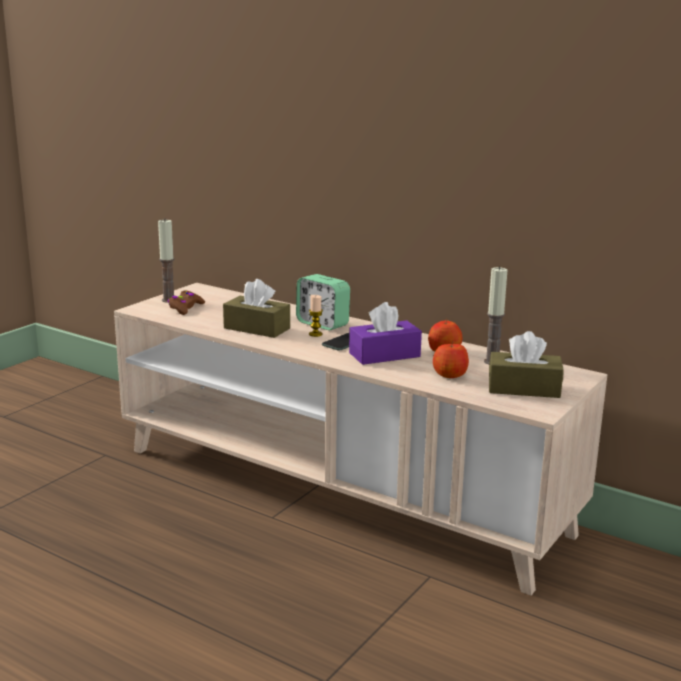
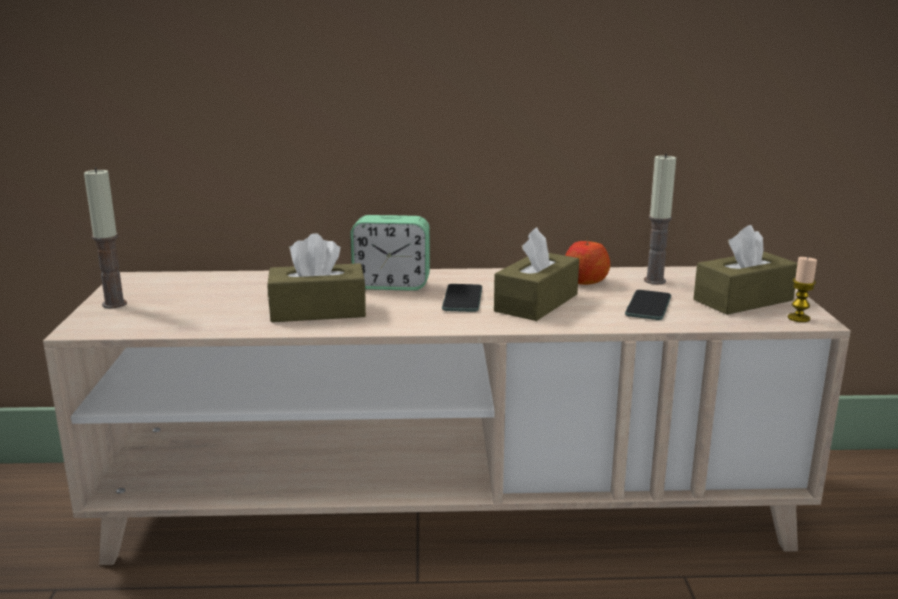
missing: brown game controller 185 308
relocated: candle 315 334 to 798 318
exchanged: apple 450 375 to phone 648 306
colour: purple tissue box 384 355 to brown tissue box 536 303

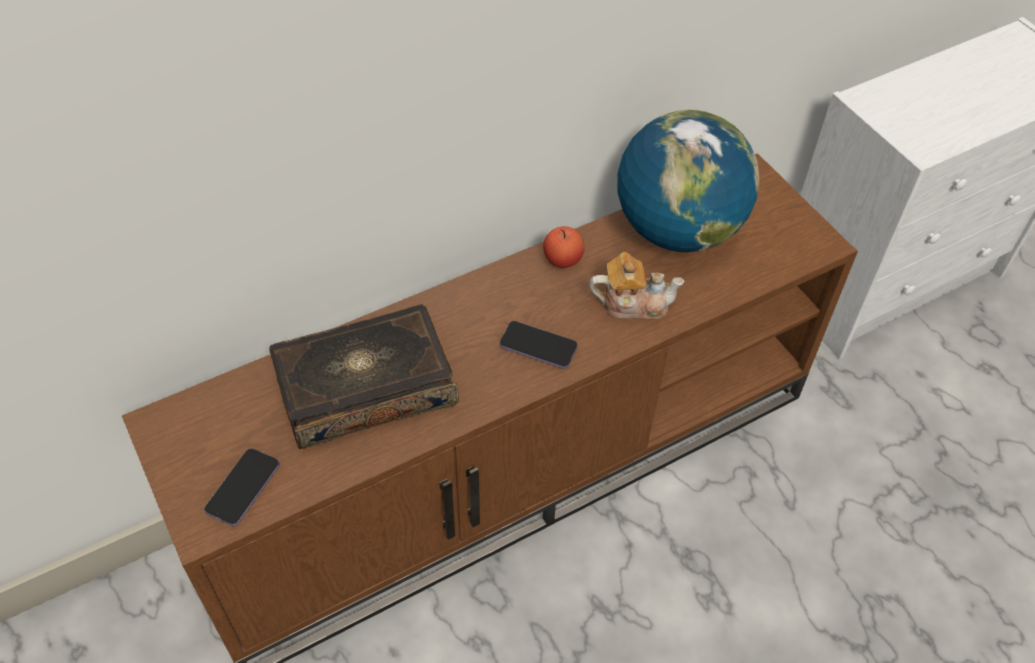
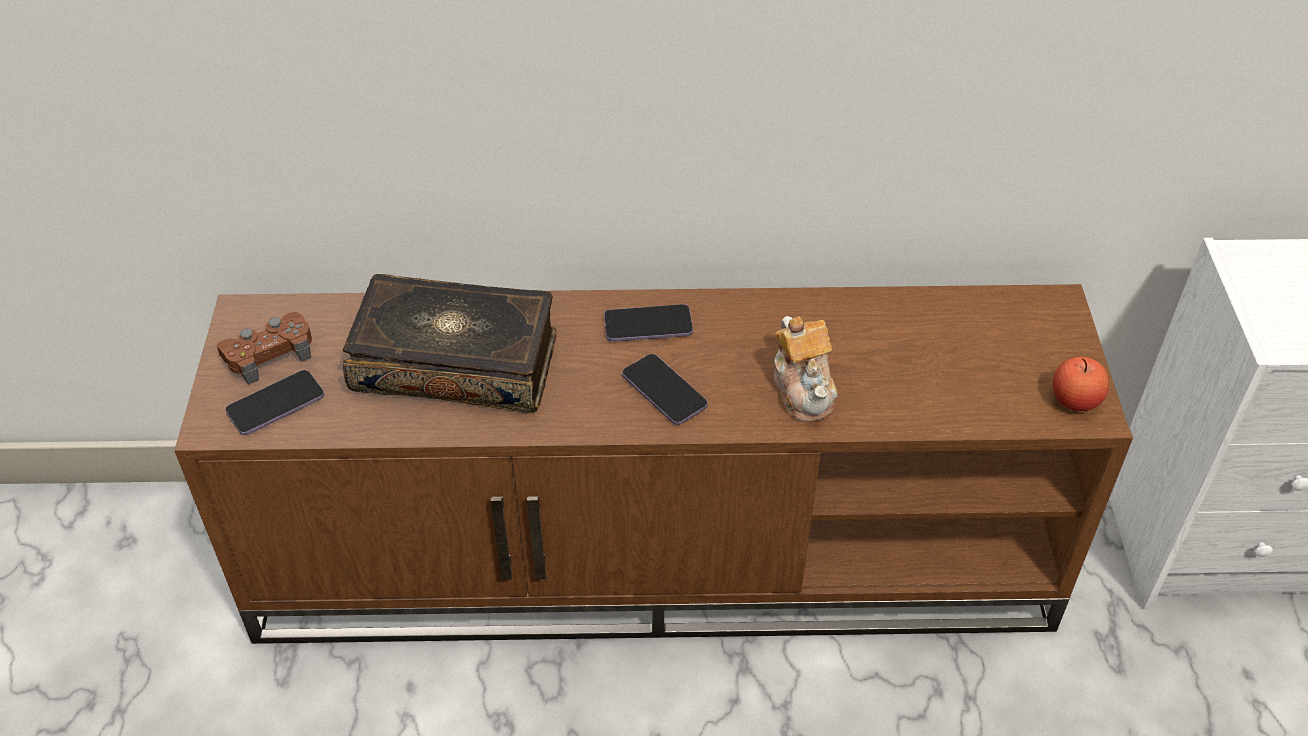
missing: globe 677 230
appeared: phone 648 325; brown game controller 269 353
relocated: apple 562 259 to 1075 400
spun: teapot 633 303 = 804 389 45 degrees clockwise

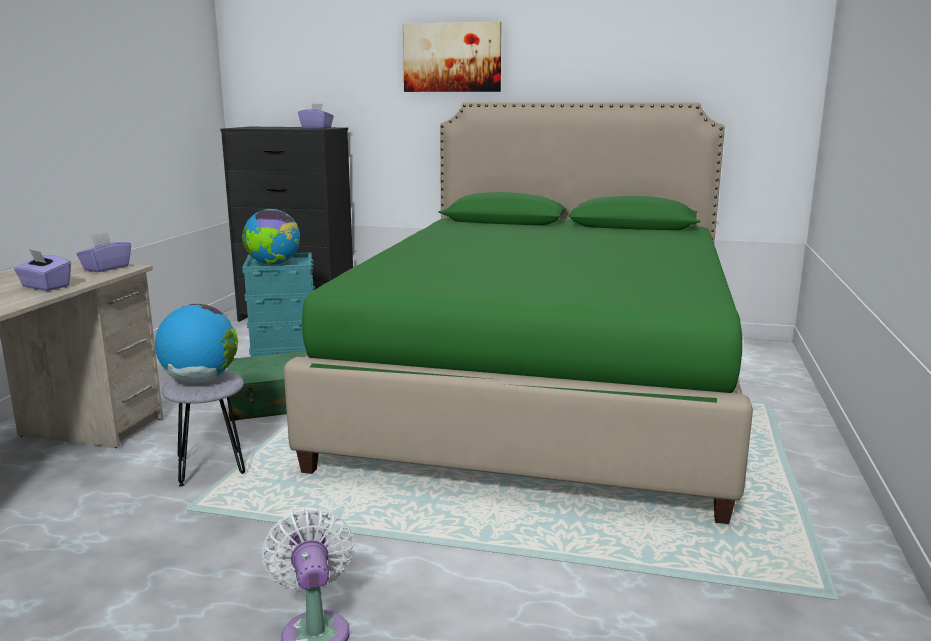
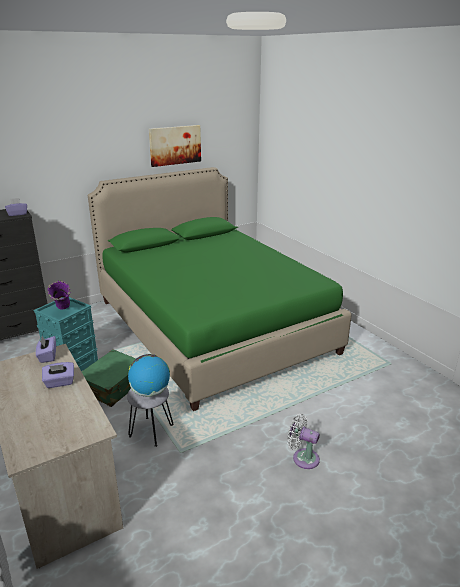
relocated: picture 452 57 to 175 145
exchanged: globe 273 265 to purple vase 63 312

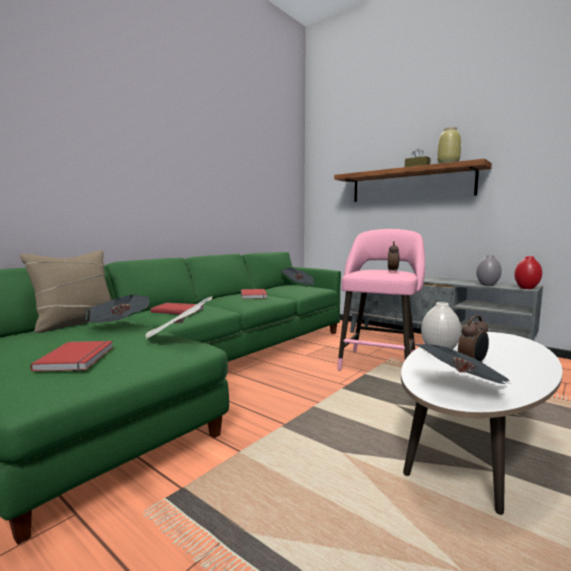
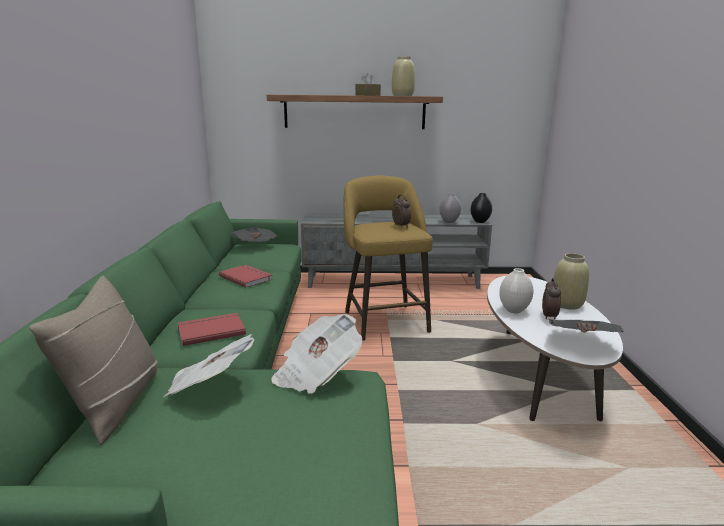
missing: red book 78 358
appeared: beige vase 566 304
colour: pink stool 379 363 to yellow stool 384 320; red vase 526 288 to black vase 479 221

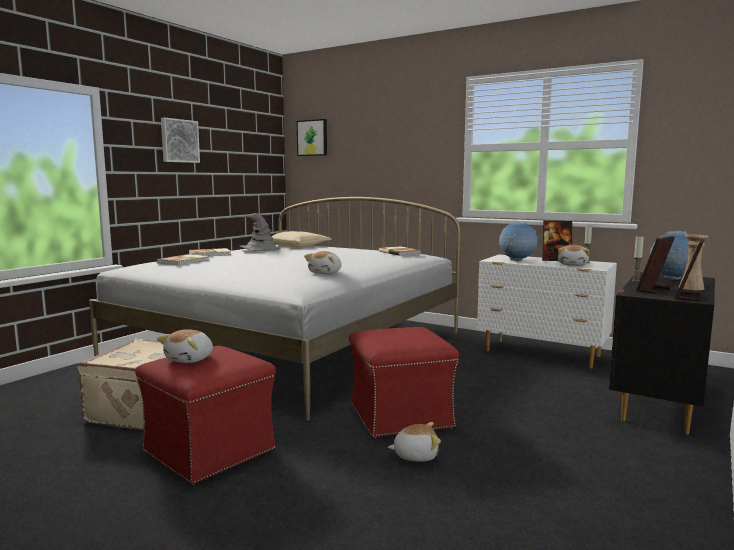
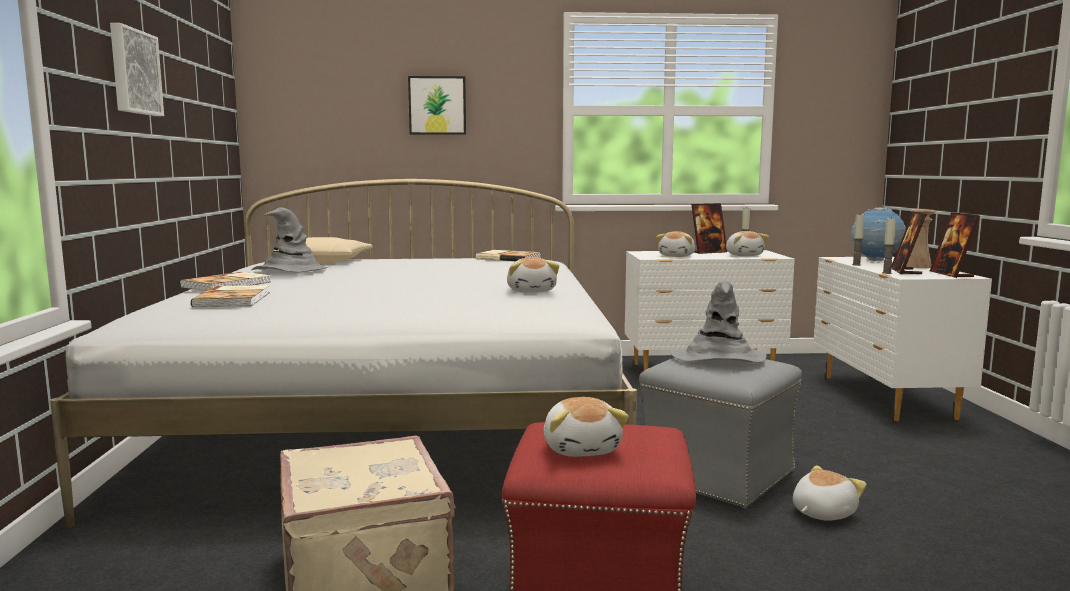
appeared: candle 887 273; grey hat 718 358
relocated: picture 312 138 to 437 105
exchanged: globe 517 261 to plush toy 677 256
colour: black dresser 658 403 to white dresser 885 397; red ottoman 399 416 to grey ottoman 716 475

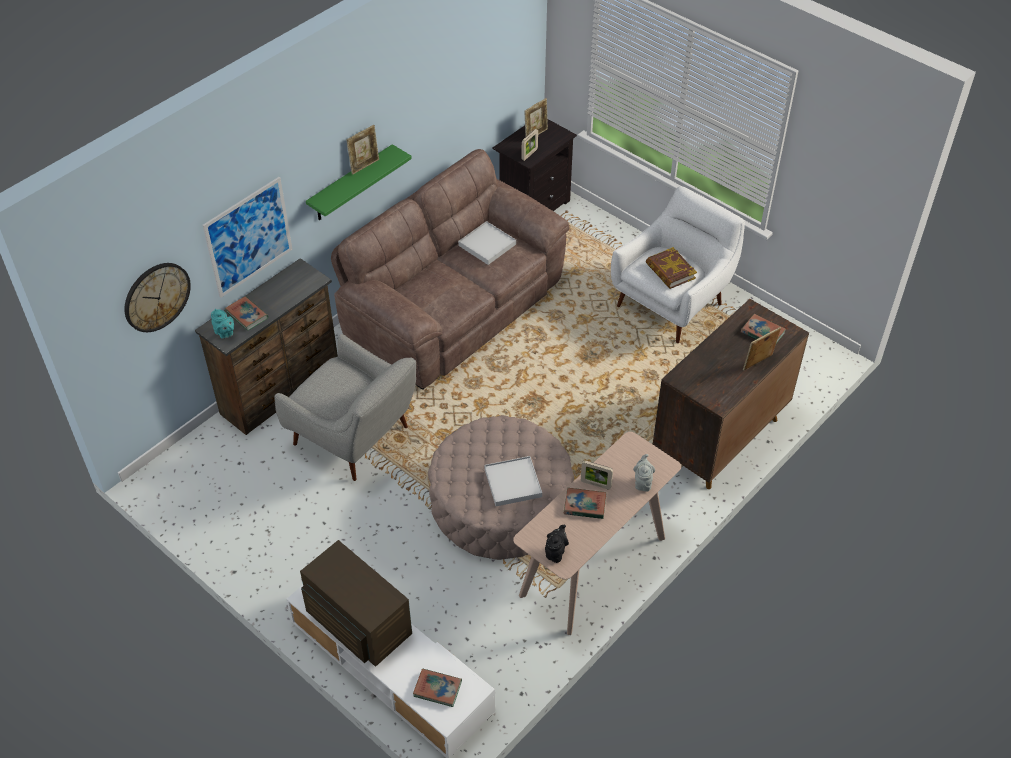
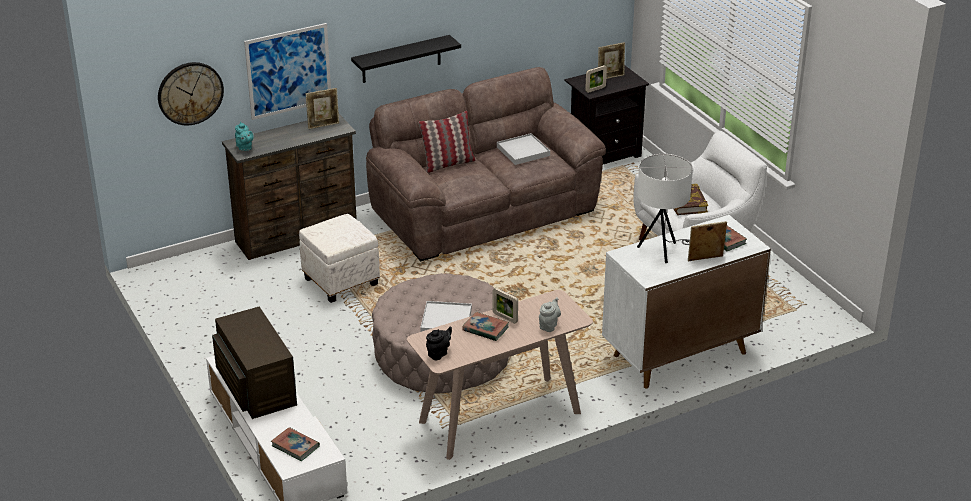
missing: book 247 315
appeared: pillow 447 164; white table lamp 661 251
relocated: picture frame 364 166 to 323 125
exchanged: grey armchair 355 438 to white ottoman 340 282
colour: green shelf 351 184 to black shelf 401 59; brown cabinet 719 439 to white cabinet 678 355

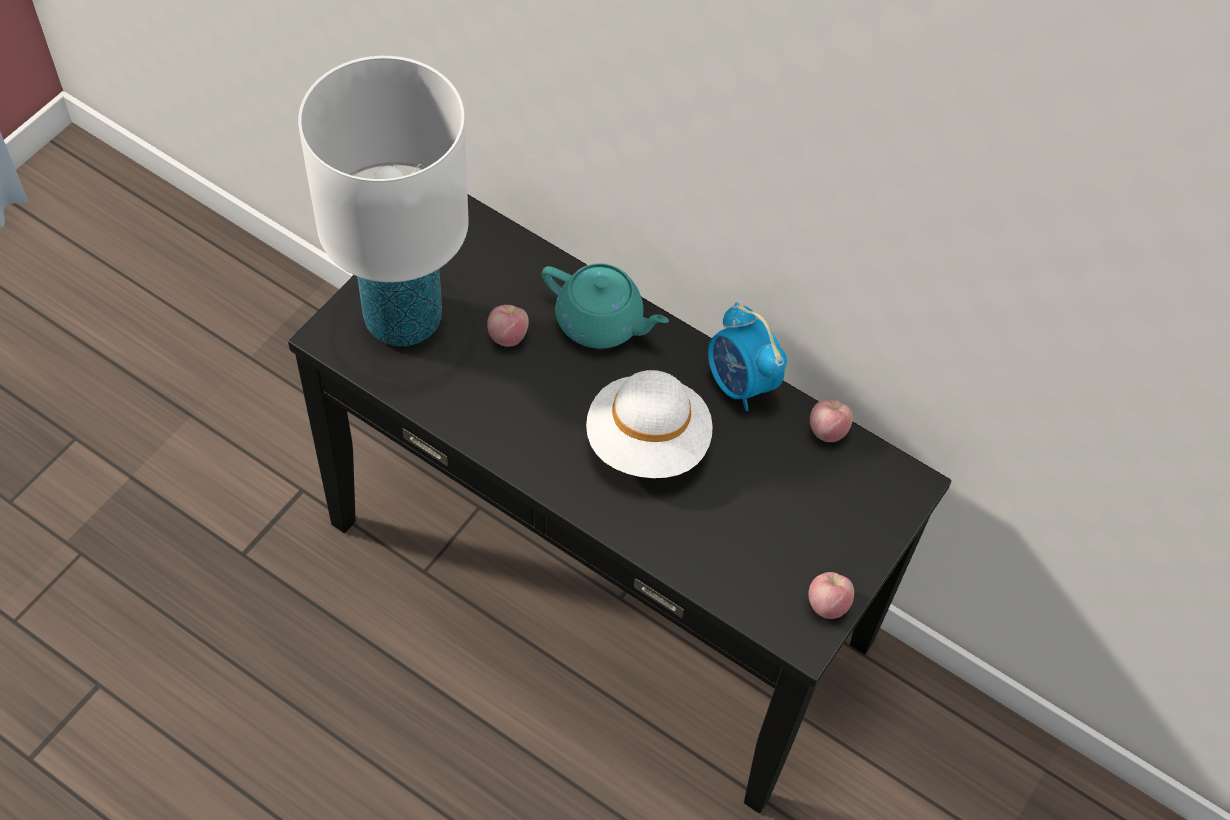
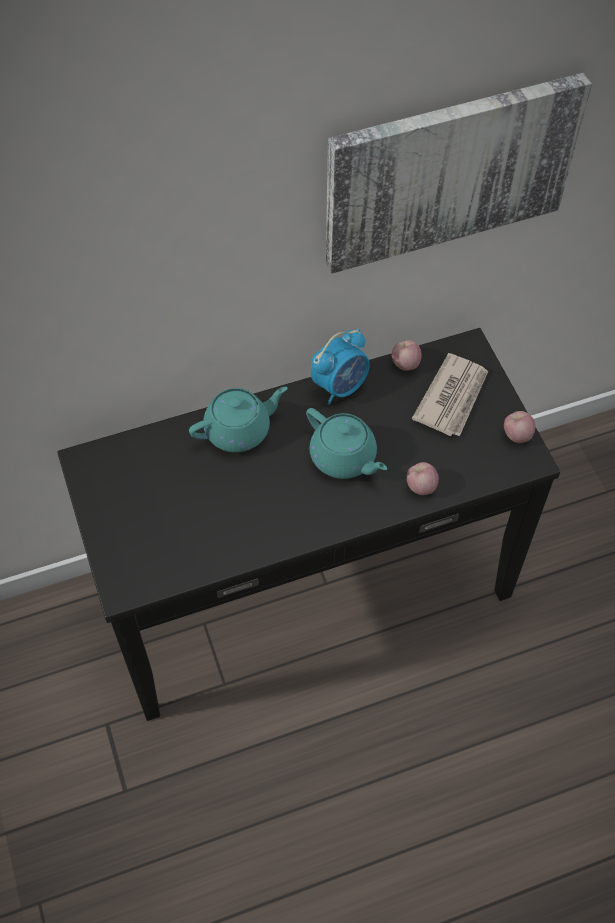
missing: white table lamp 402 319
appeared: picture 449 171; newspaper 452 397
relocated: apple 508 336 to 420 486
exchanged: white hat 647 442 to turquoise teapot 344 458
spun: alarm clock 740 383 = 340 386 45 degrees counterclockwise

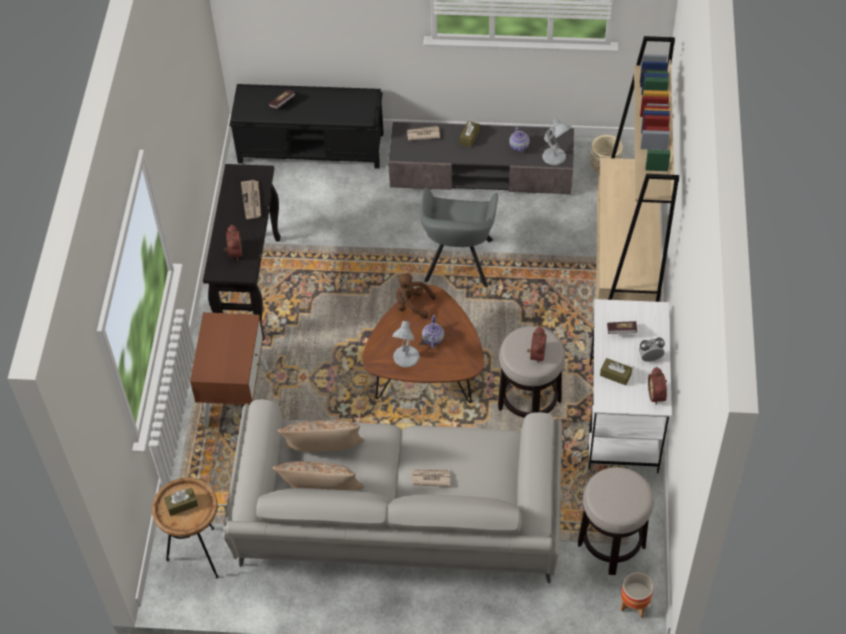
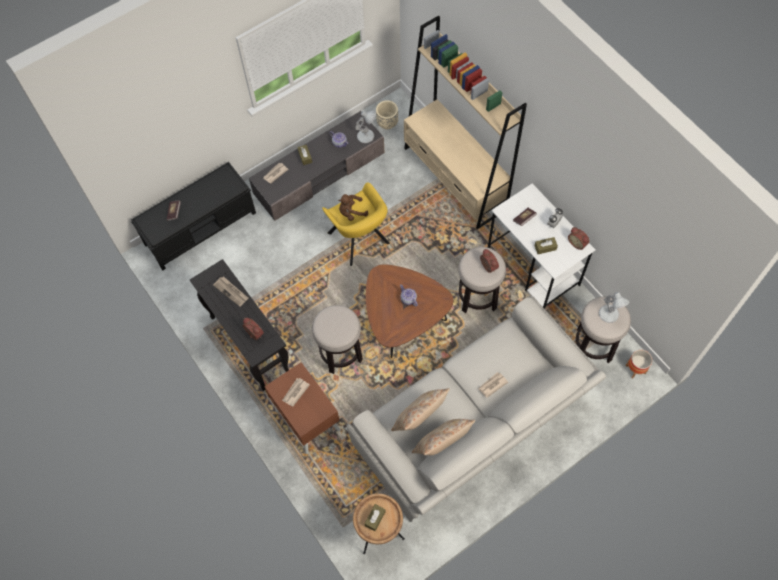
appeared: stool 340 353; newspaper 295 392
relocated: brown plush toy 412 304 to 351 212; white table lamp 406 357 to 609 314
colour: grey armchair 458 264 to yellow armchair 359 241

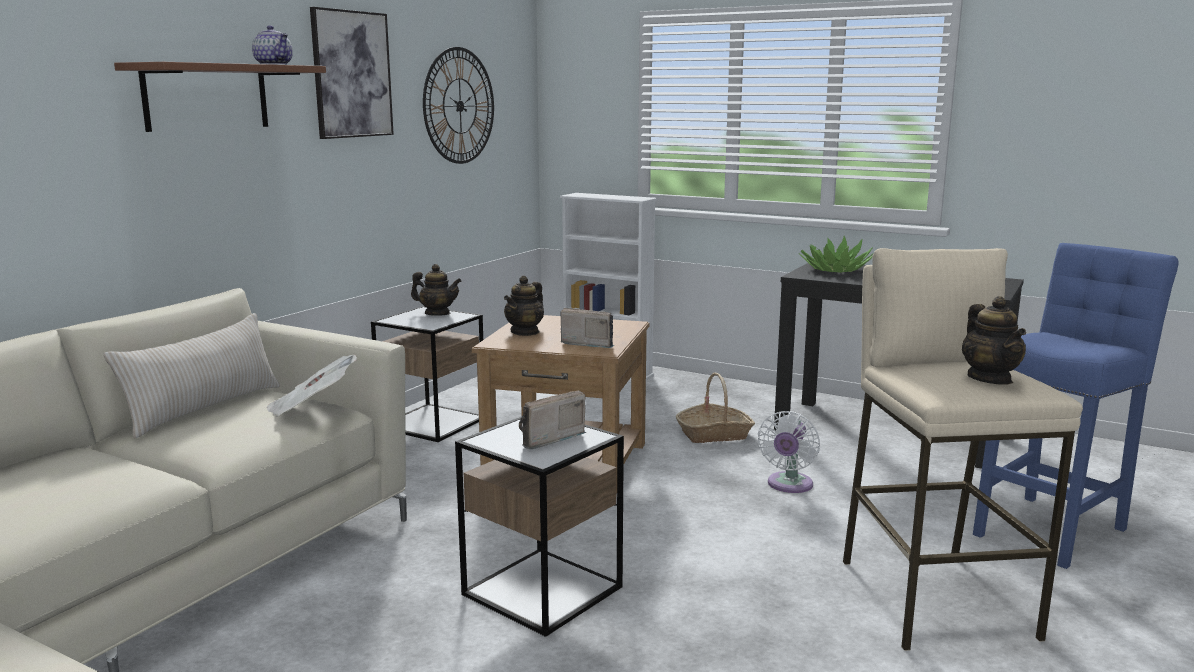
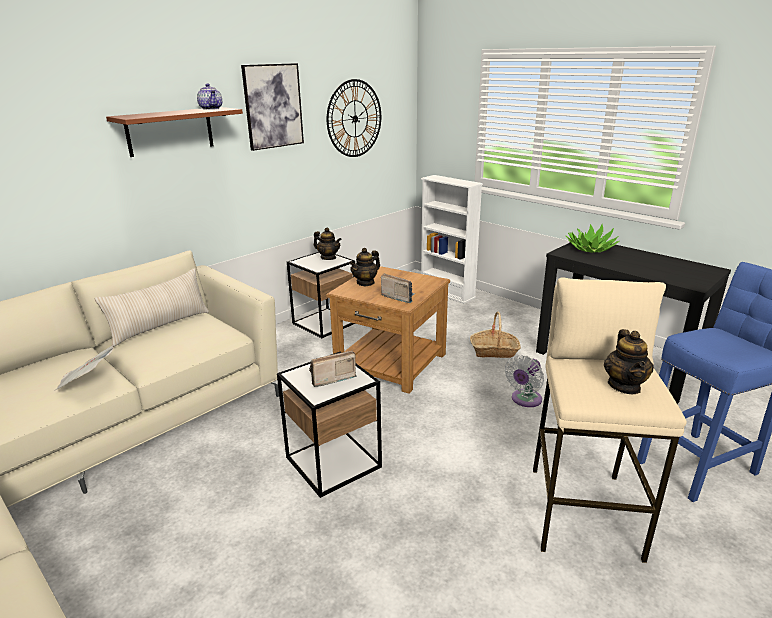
relocated: newspaper 311 409 to 88 381

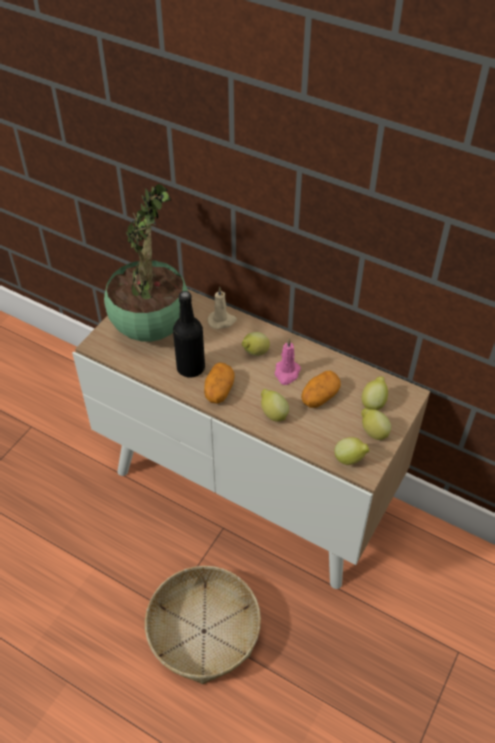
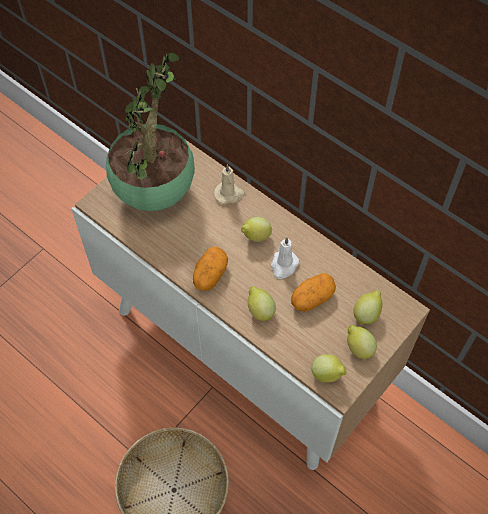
missing: black bottle 191 368
colour: pink candle 286 373 to white candle 284 265

